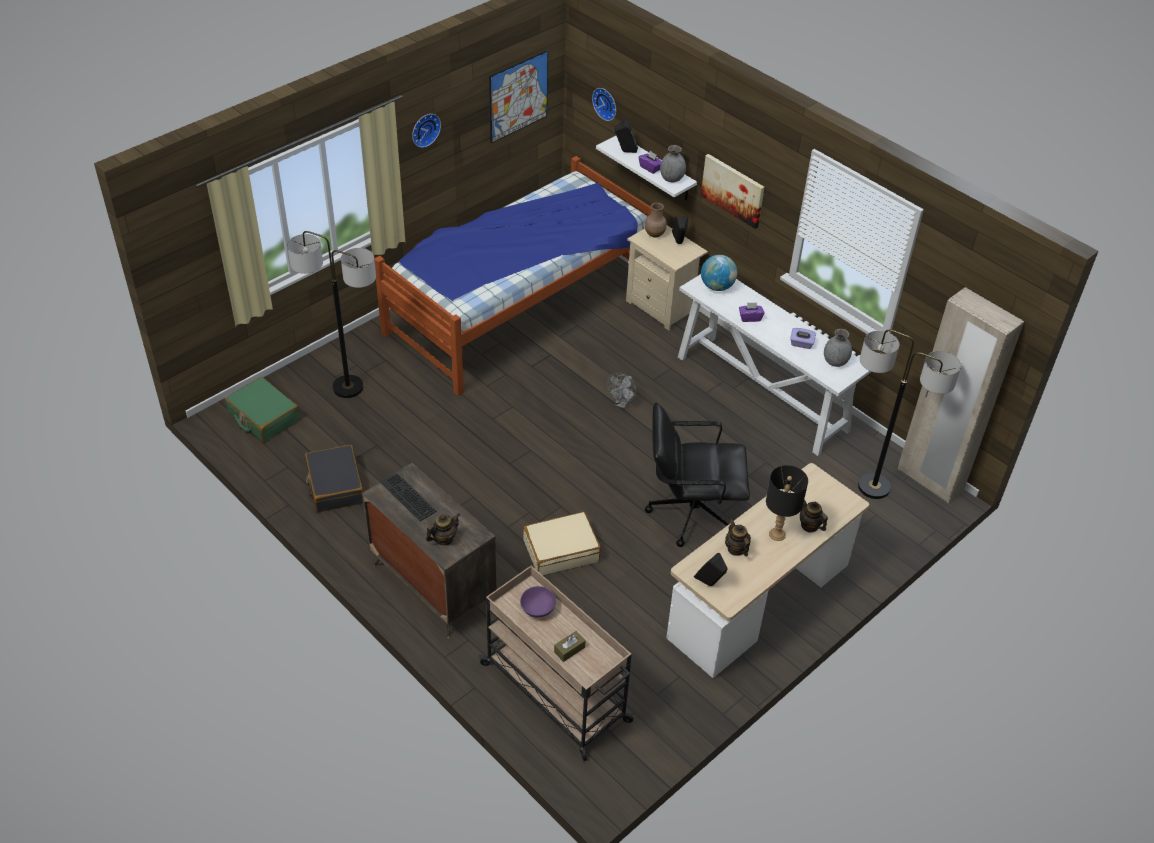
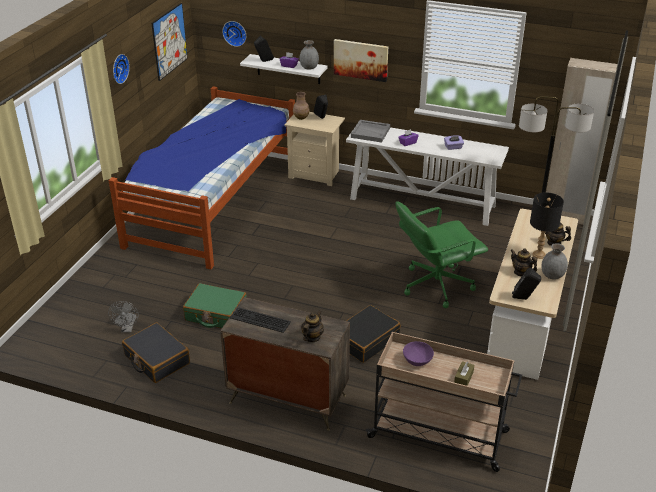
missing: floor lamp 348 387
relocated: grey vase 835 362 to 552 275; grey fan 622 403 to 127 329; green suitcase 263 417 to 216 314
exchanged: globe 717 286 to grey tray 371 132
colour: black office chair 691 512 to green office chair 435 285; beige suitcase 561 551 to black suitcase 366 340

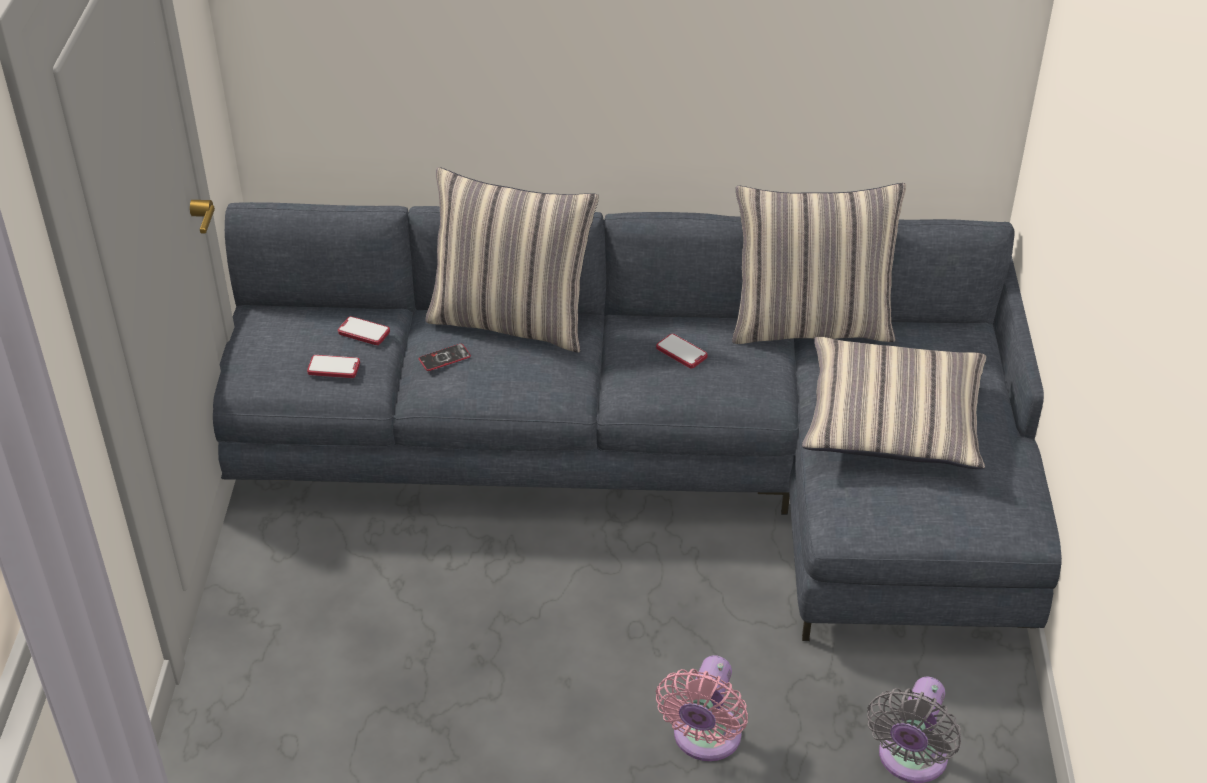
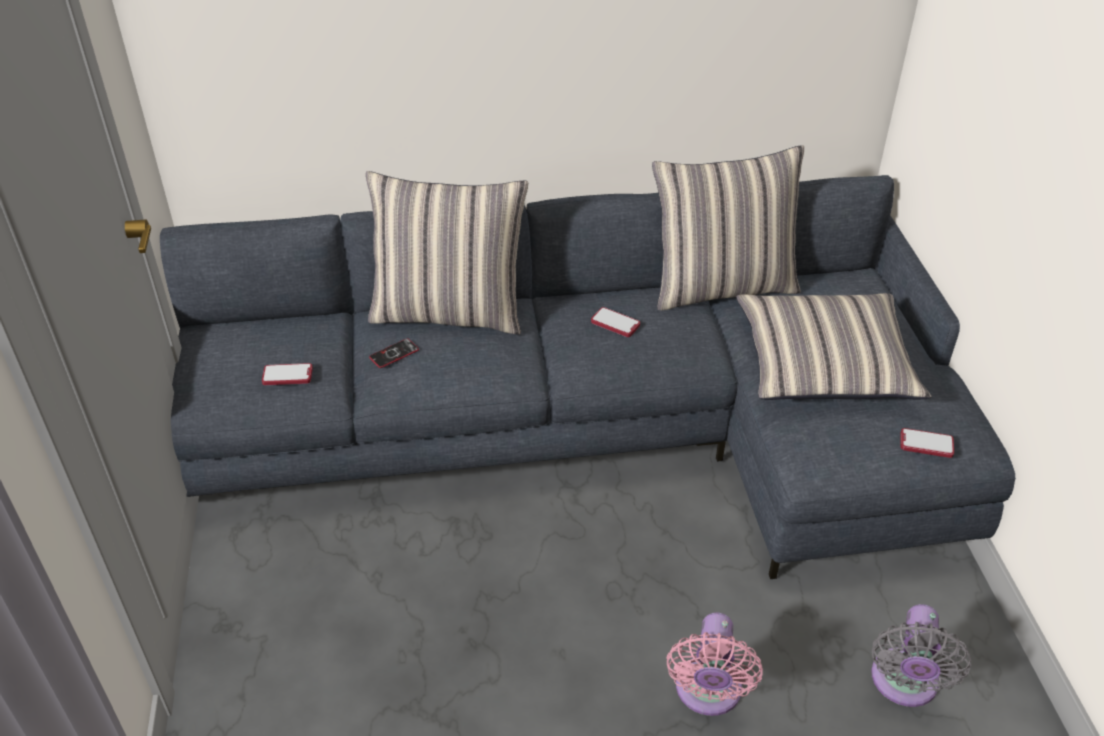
relocated: phone 364 332 to 926 444

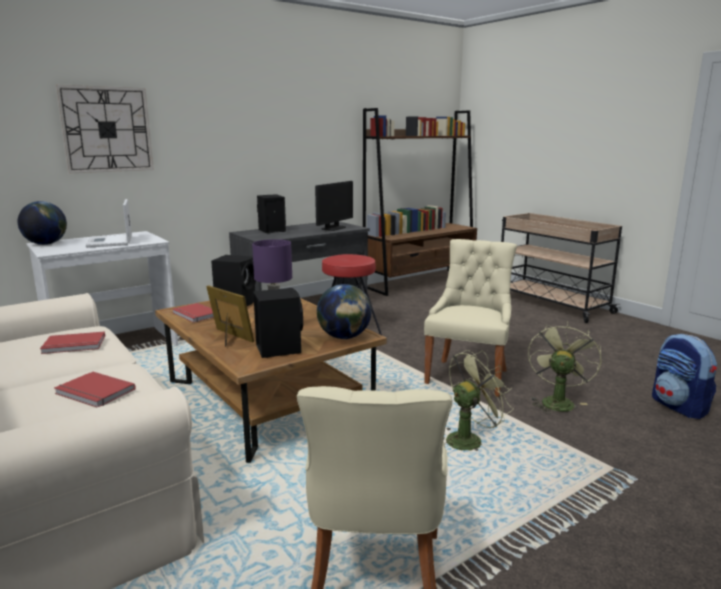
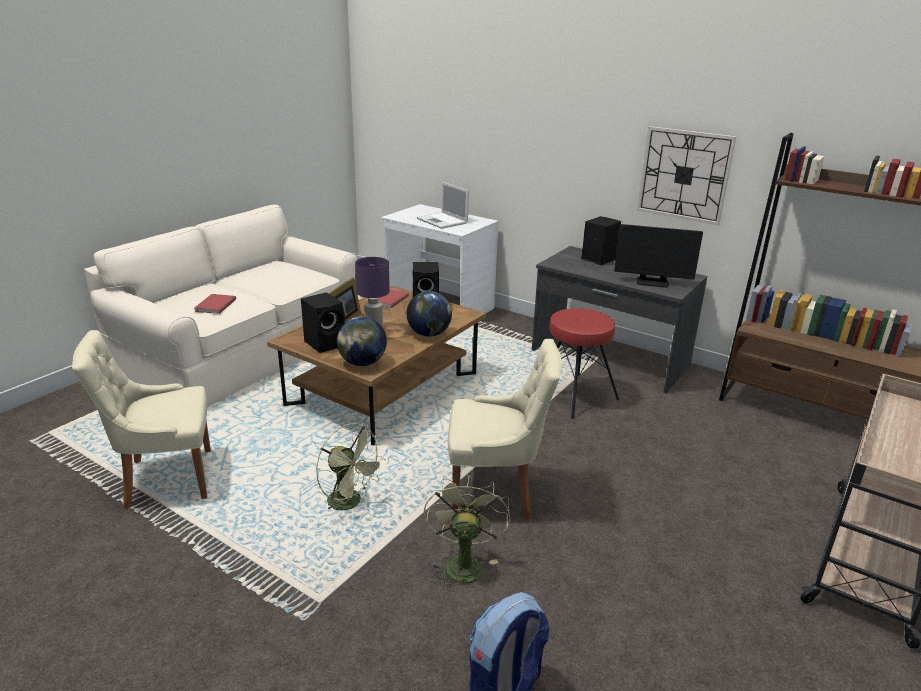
missing: red book 74 345
relocated: wall clock 107 129 to 684 175; globe 46 244 to 429 334
spun: laptop 110 242 = 443 221 90 degrees counterclockwise; green fan 557 401 = 463 563 90 degrees counterclockwise

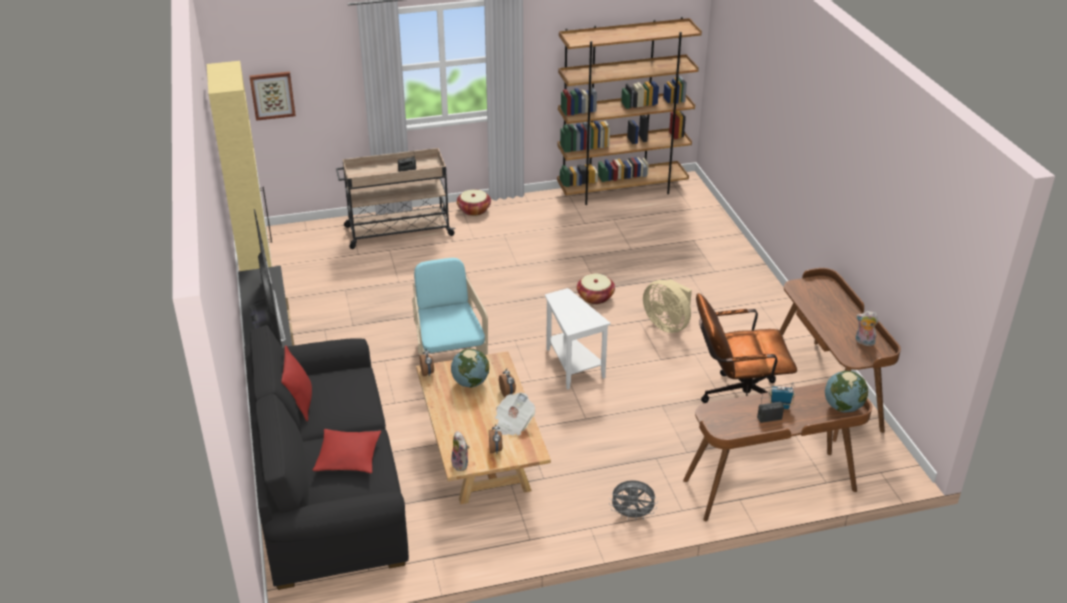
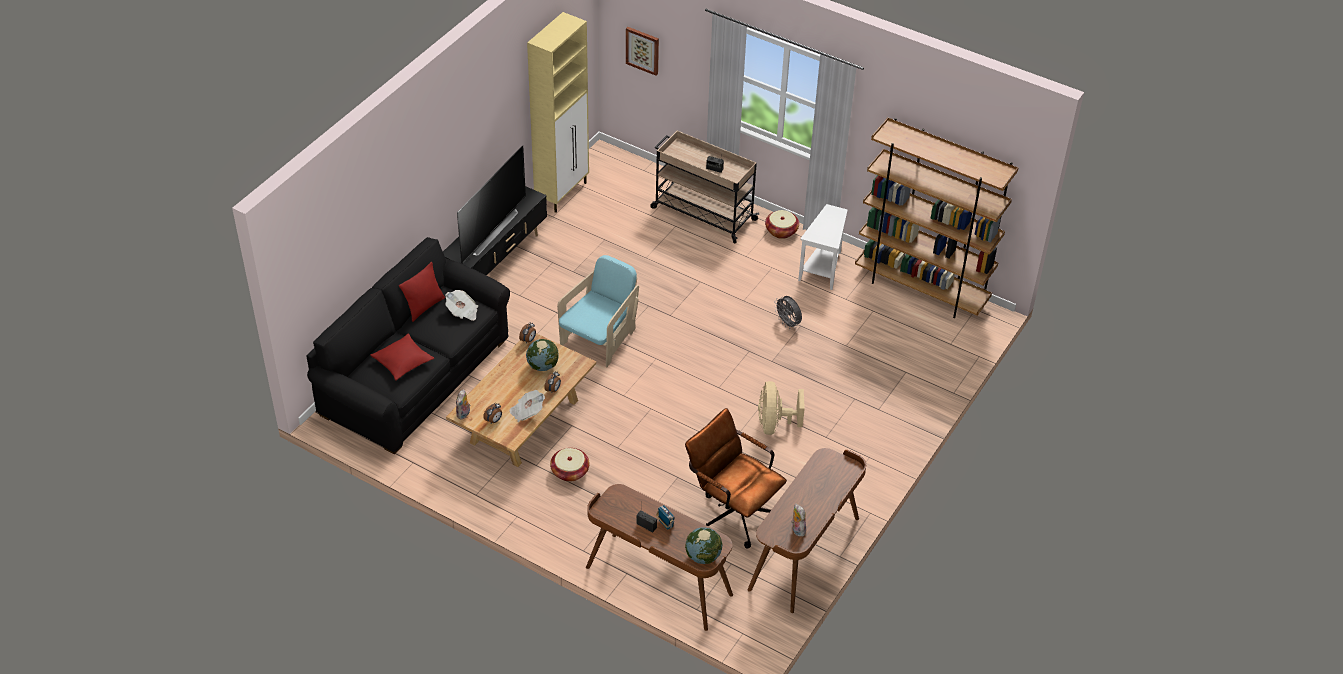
appeared: newspaper 462 312
relocated: basket 595 297 to 570 471; white side table 572 367 to 822 269; grey fan 632 515 to 788 323

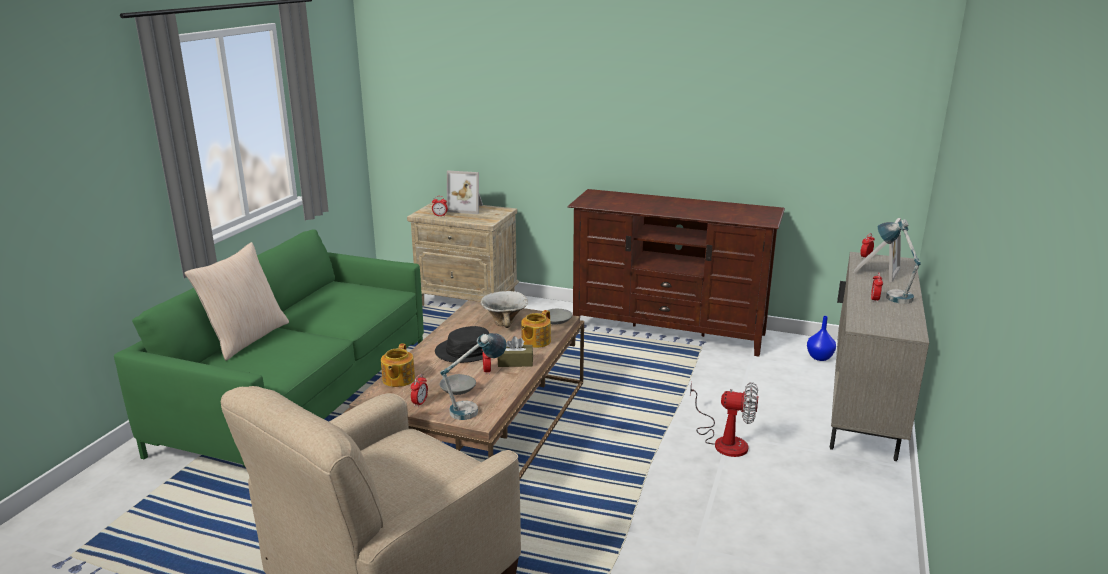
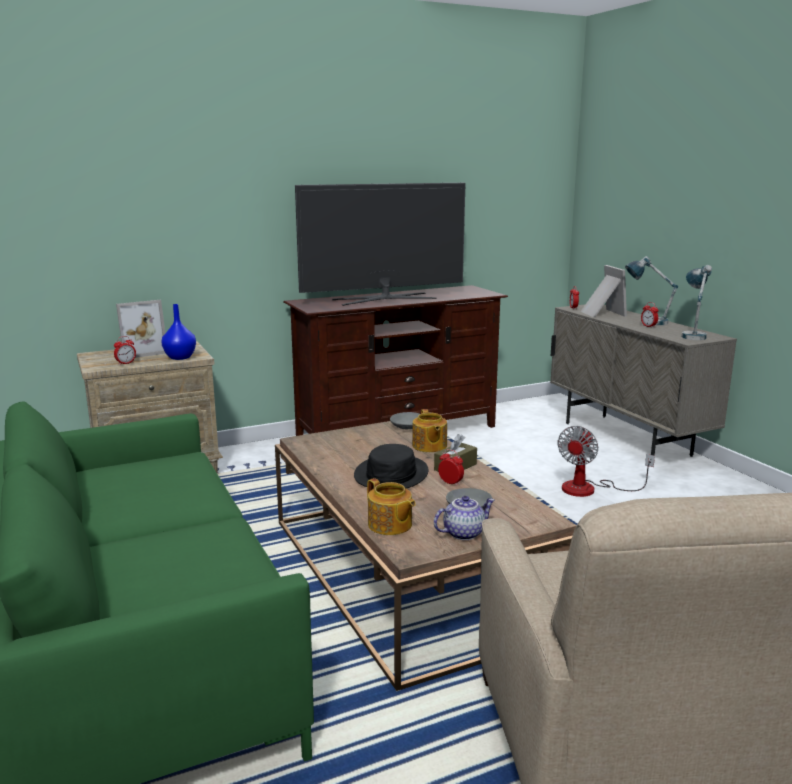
missing: beige pillow 246 338; bowl 505 322
appeared: television 385 299
relocated: blue vase 819 357 to 179 357; table lamp 475 409 to 692 335
exchanged: alarm clock 420 403 to teapot 463 533
spun: fan 724 440 = 590 489 150 degrees clockwise

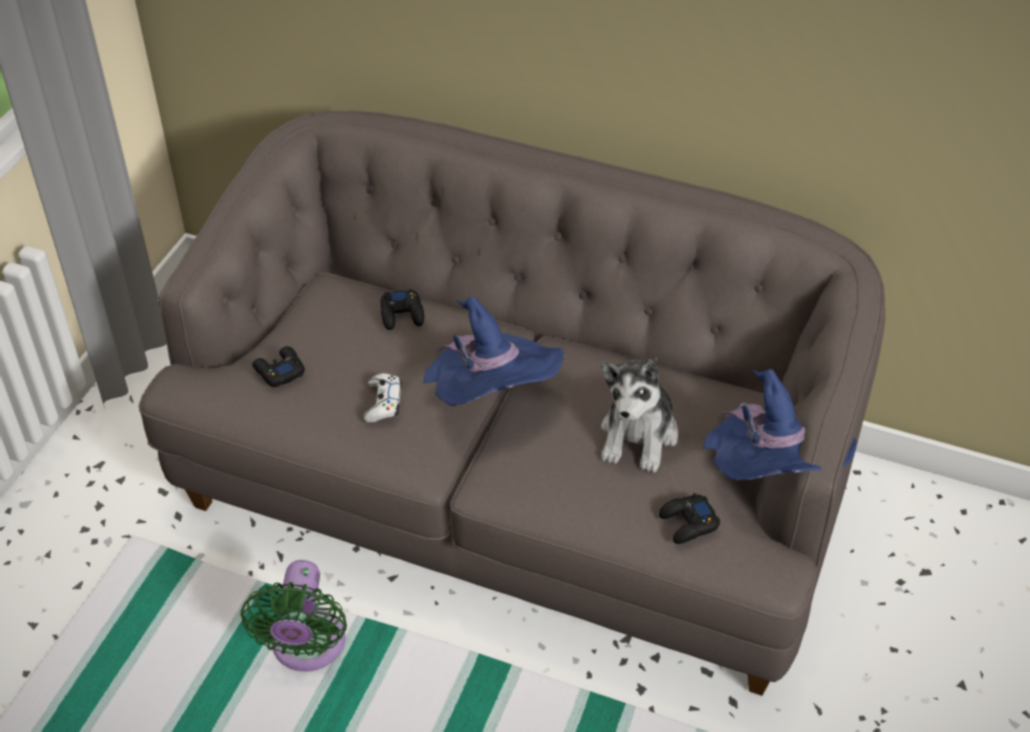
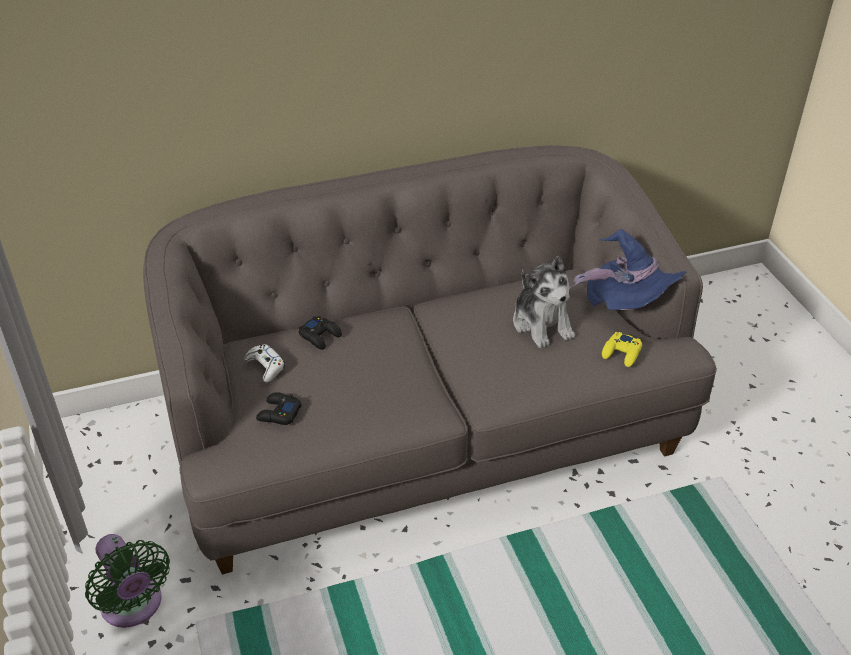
missing: blue hat 490 398
relocated: white game controller 383 403 to 265 366; green fan 307 649 to 133 606
colour: black game controller 688 523 to yellow game controller 622 353

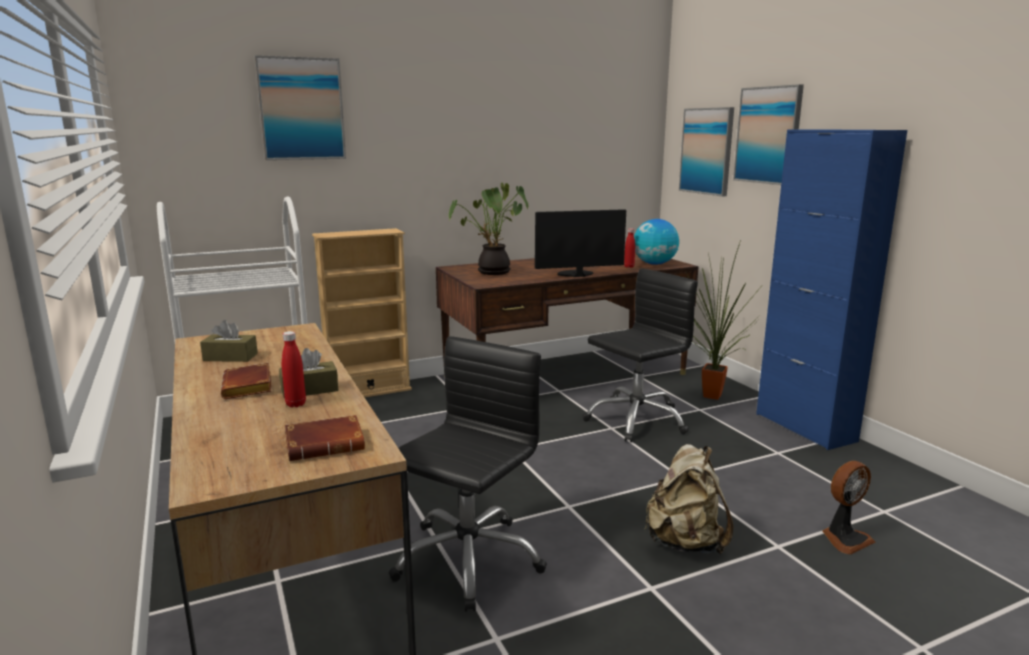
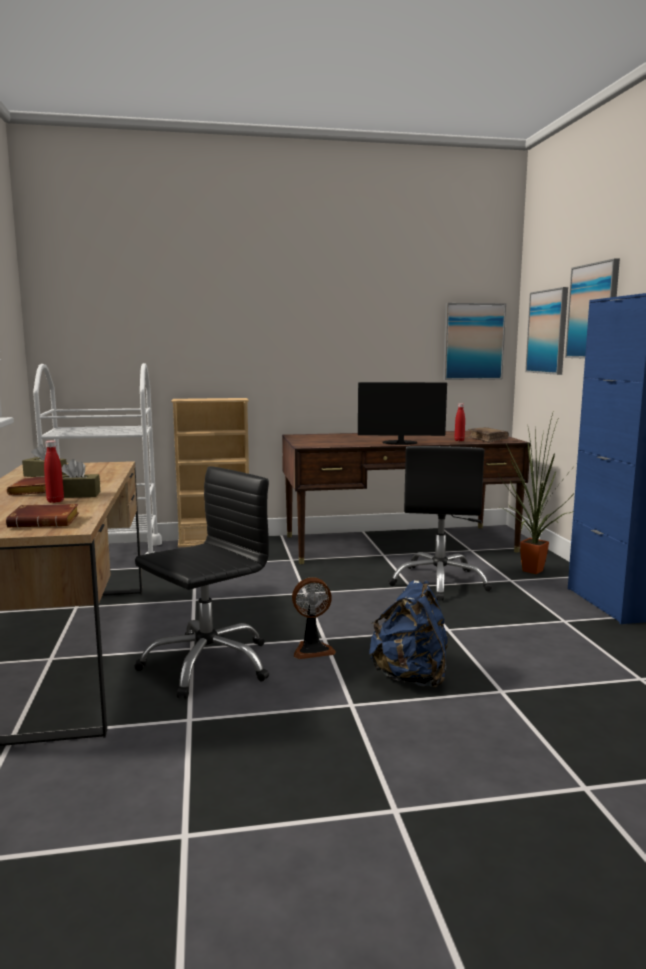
missing: potted plant 491 272
relocated: picture 301 109 to 473 341; fan 844 538 to 312 649
exchanged: globe 654 264 to brown book 487 439
colour: beige backpack 685 543 to blue backpack 410 677
spun: black office chair 636 420 = 439 582 120 degrees clockwise

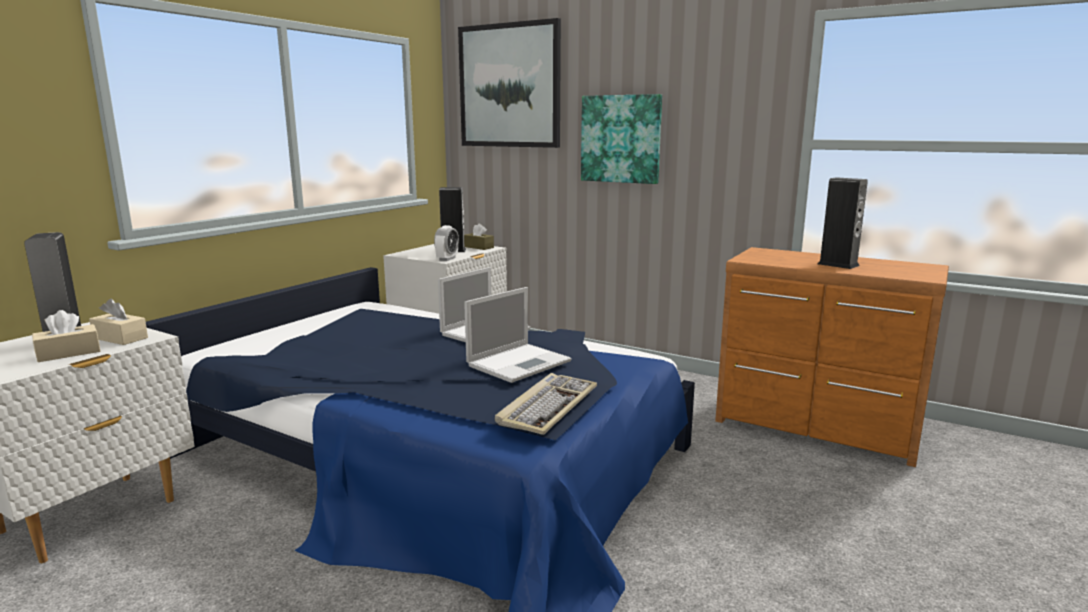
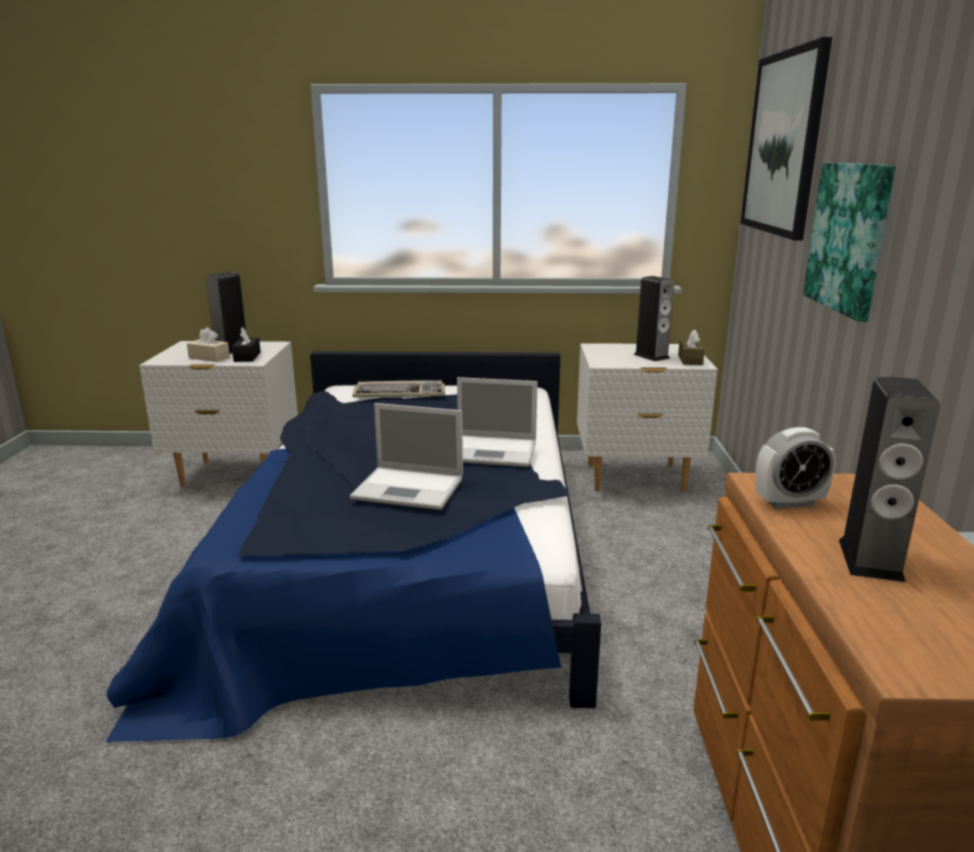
relocated: alarm clock 447 259 to 789 503; keyboard 547 406 to 400 393
colour: beige tissue box 120 338 to black tissue box 247 357

